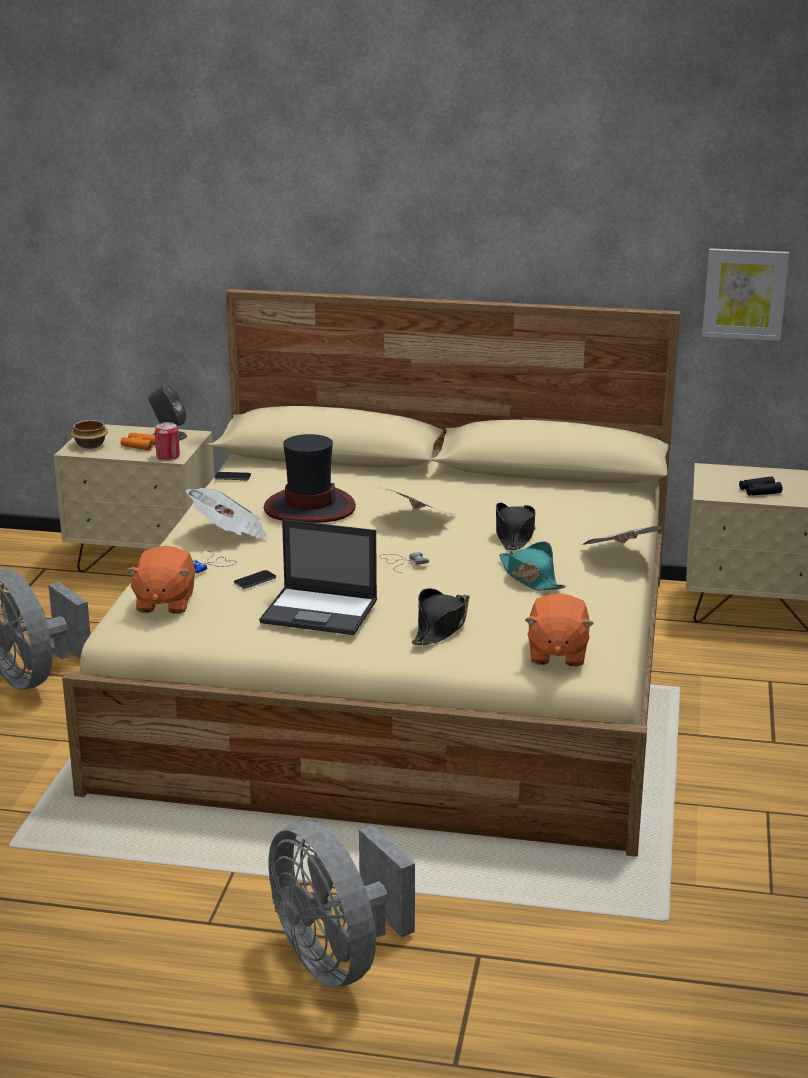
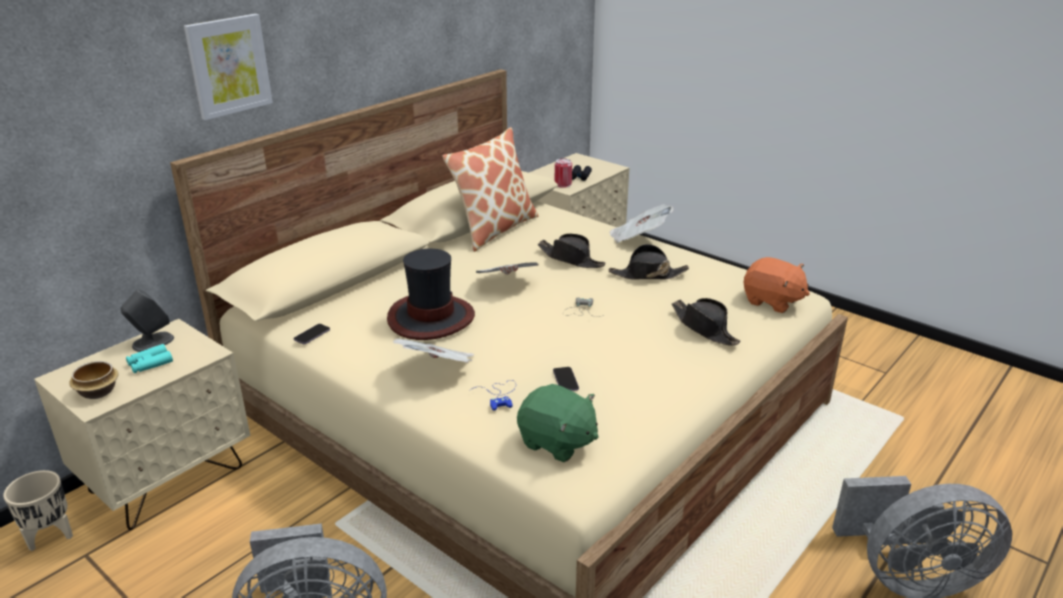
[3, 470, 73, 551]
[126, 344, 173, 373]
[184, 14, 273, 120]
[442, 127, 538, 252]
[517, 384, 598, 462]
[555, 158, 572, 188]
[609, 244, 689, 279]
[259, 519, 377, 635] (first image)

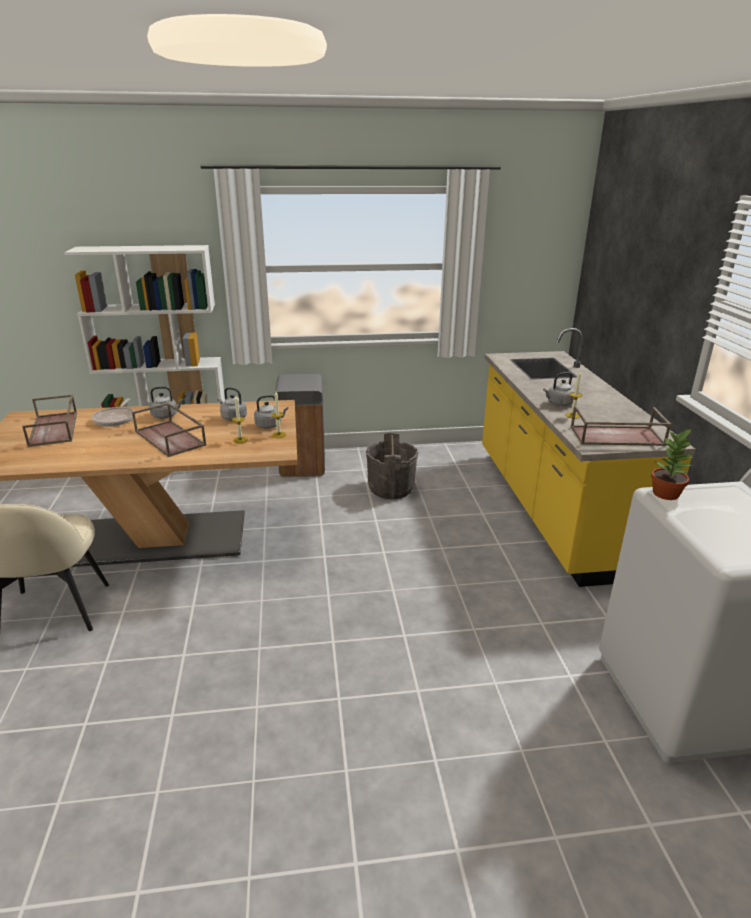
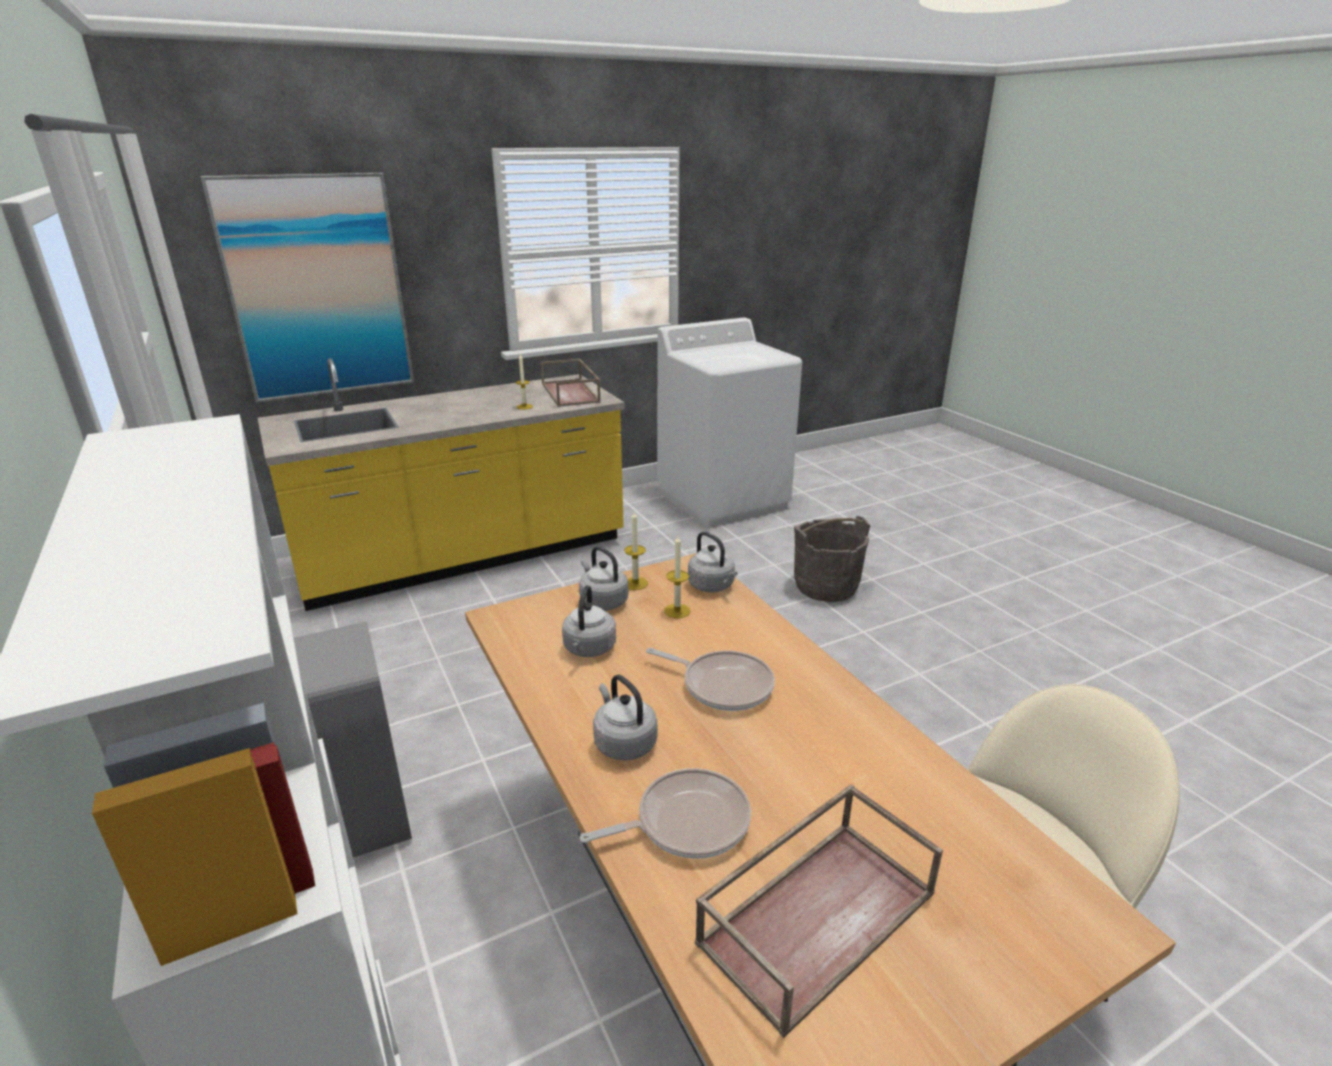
[201, 173, 414, 403]
[646, 648, 775, 711]
[688, 532, 738, 592]
[794, 516, 871, 602]
[651, 428, 693, 500] (first image)

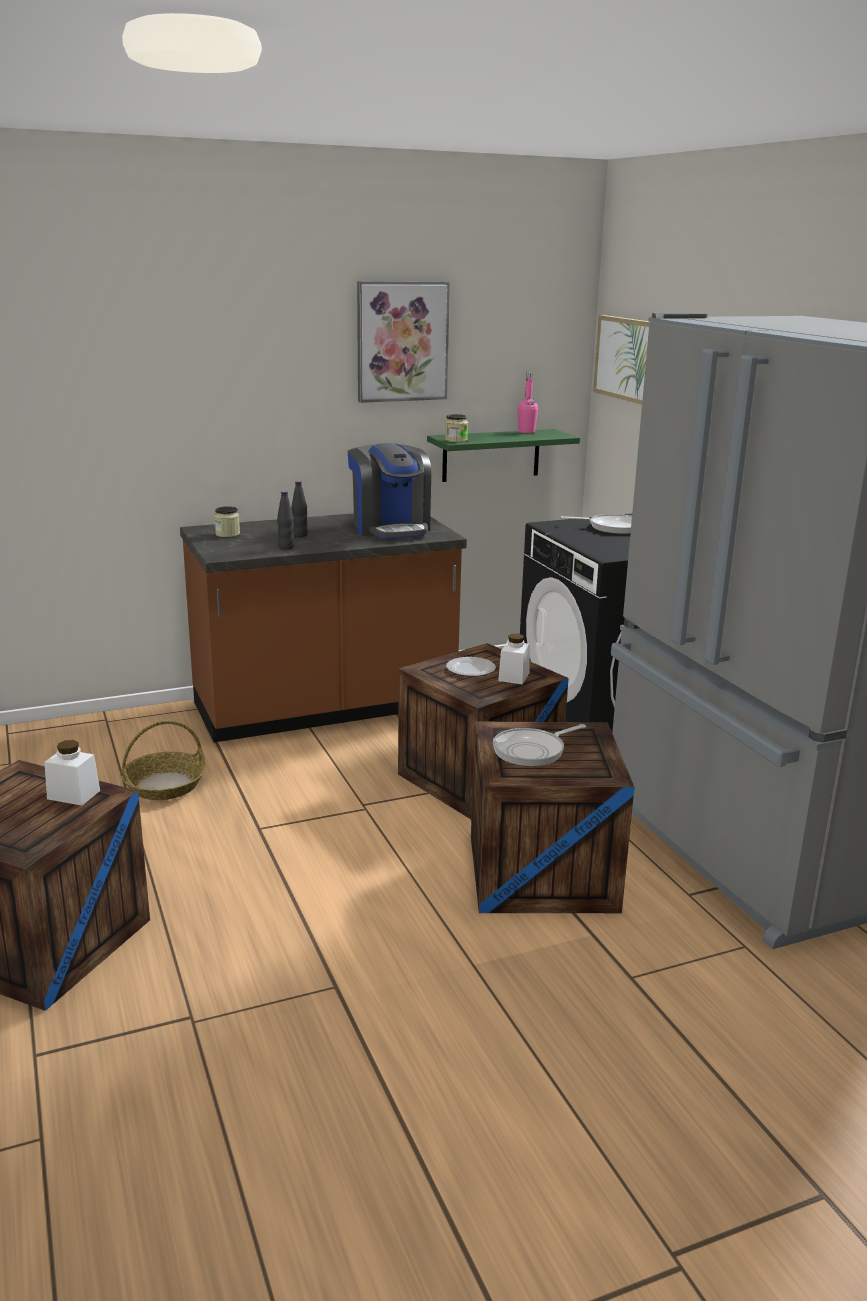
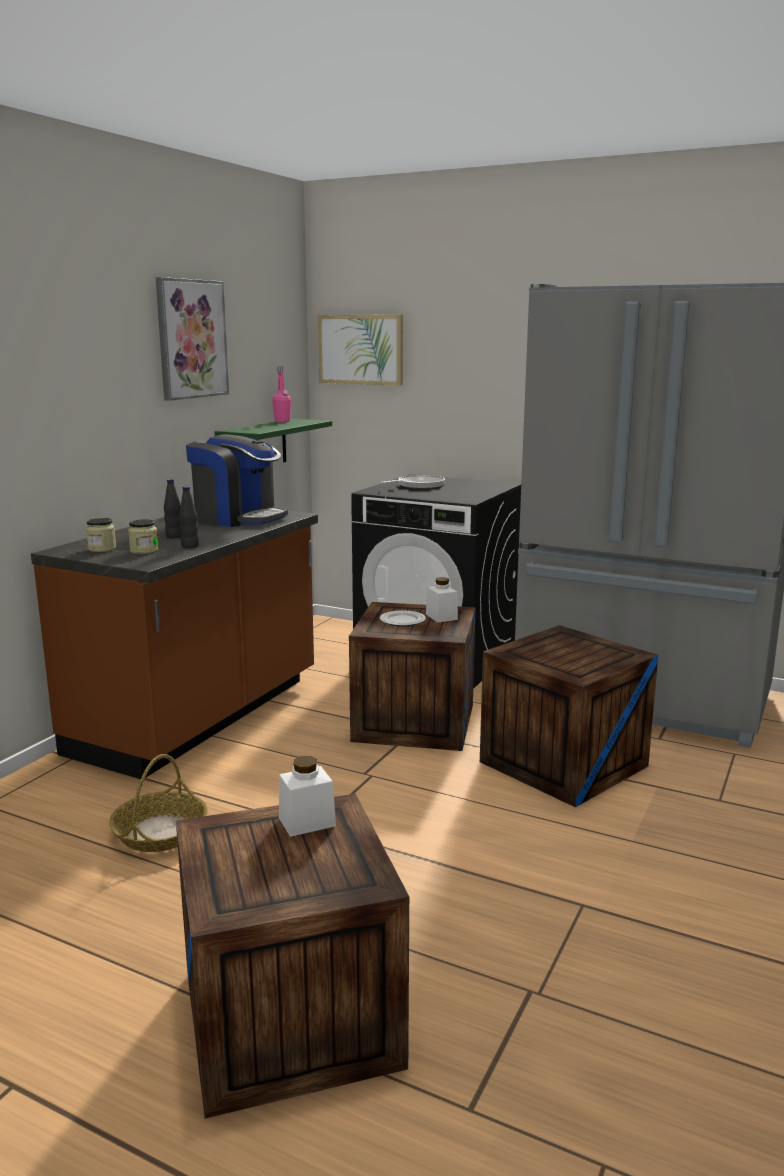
[128, 519, 158, 554]
[493, 724, 586, 767] (first image)

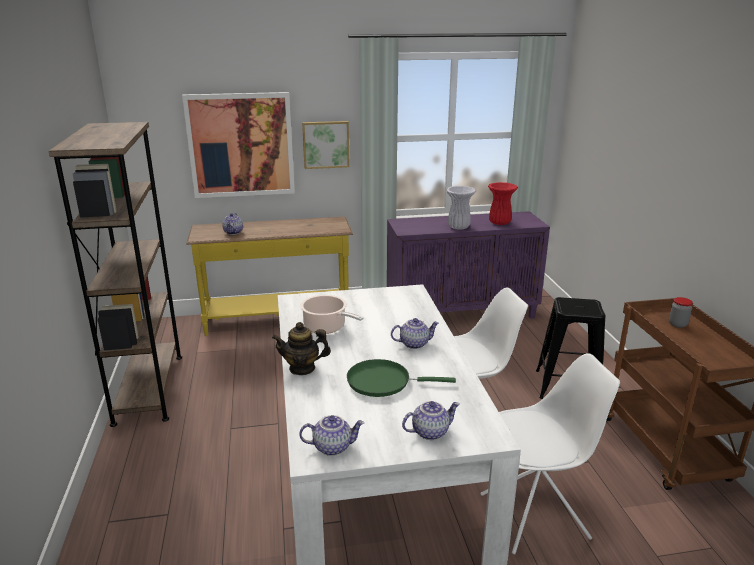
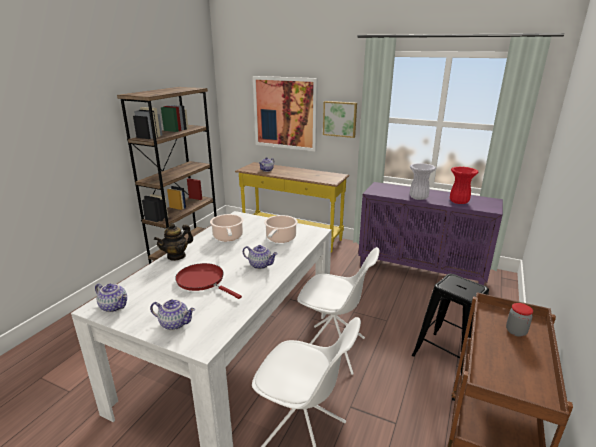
[154, 223, 193, 261]
[175, 263, 242, 299]
[264, 215, 298, 243]

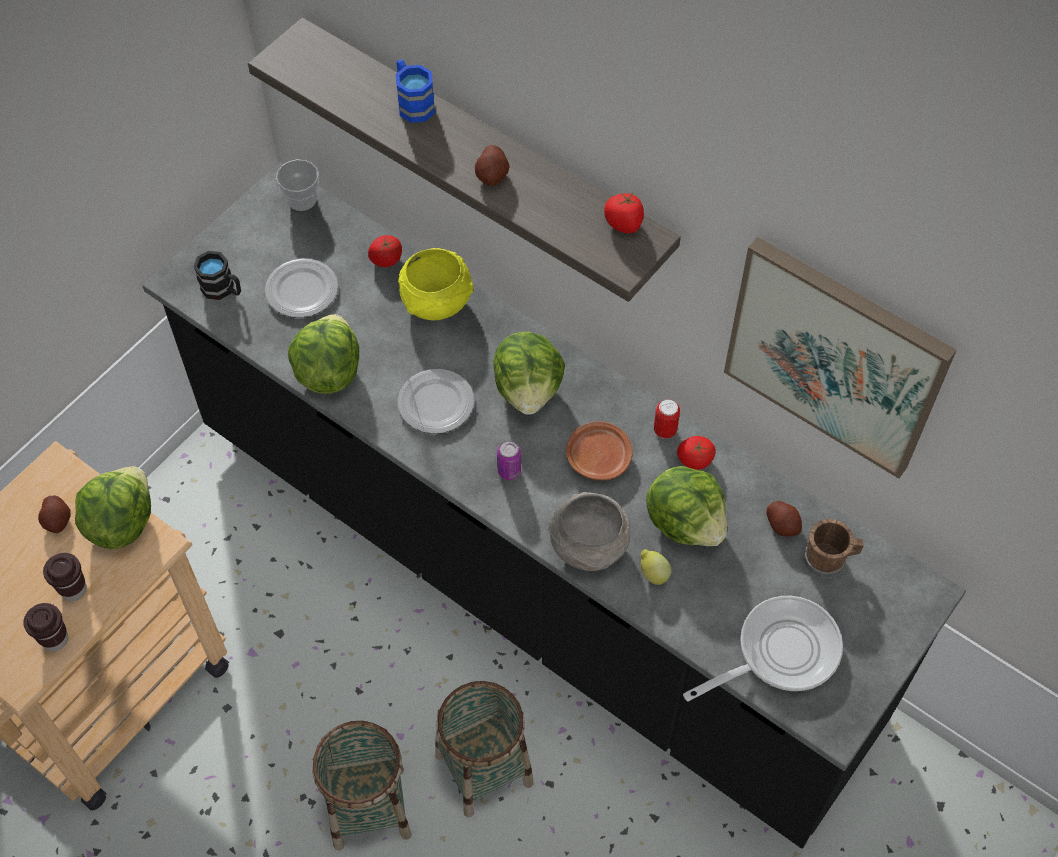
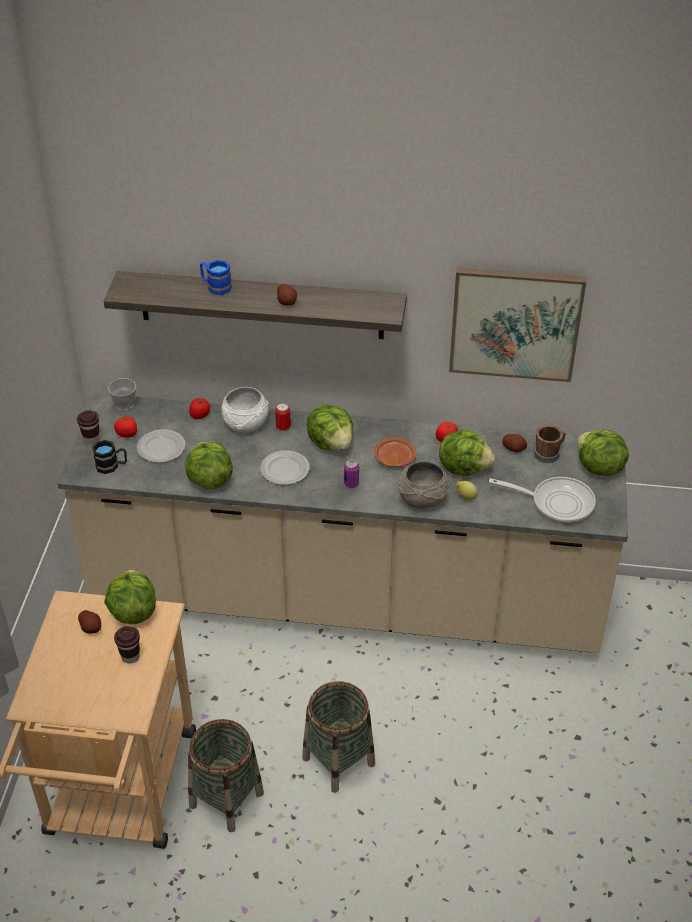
[58, 393, 628, 653]
[77, 410, 100, 444]
[114, 416, 137, 438]
[188, 719, 264, 832]
[221, 387, 269, 432]
[275, 403, 291, 432]
[489, 477, 596, 523]
[577, 429, 629, 476]

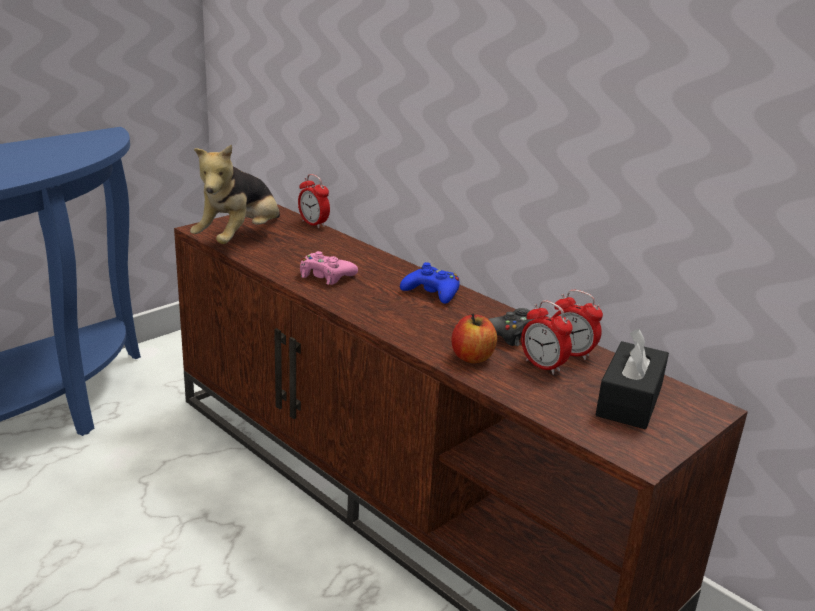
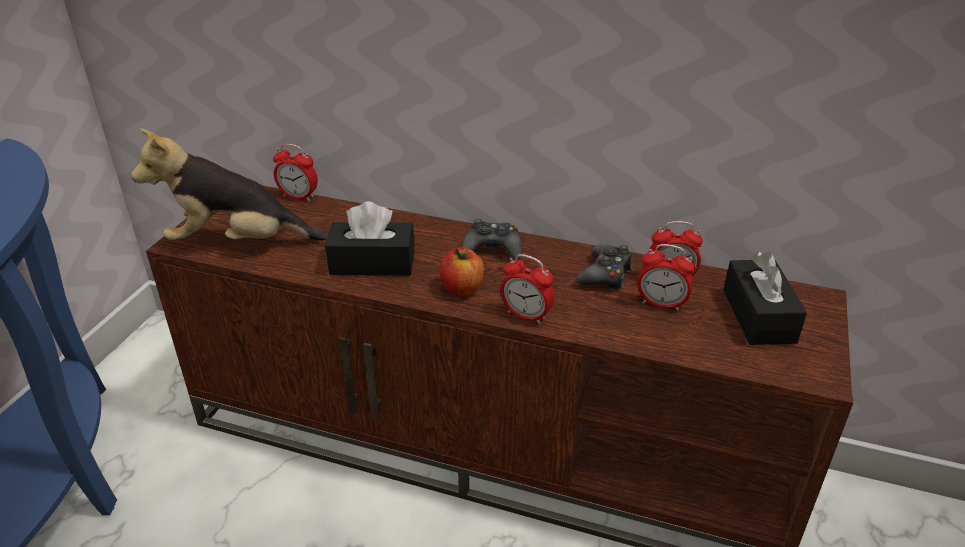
[131, 128, 327, 240]
[325, 202, 415, 276]
[440, 247, 484, 296]
[461, 219, 522, 260]
[500, 254, 554, 324]

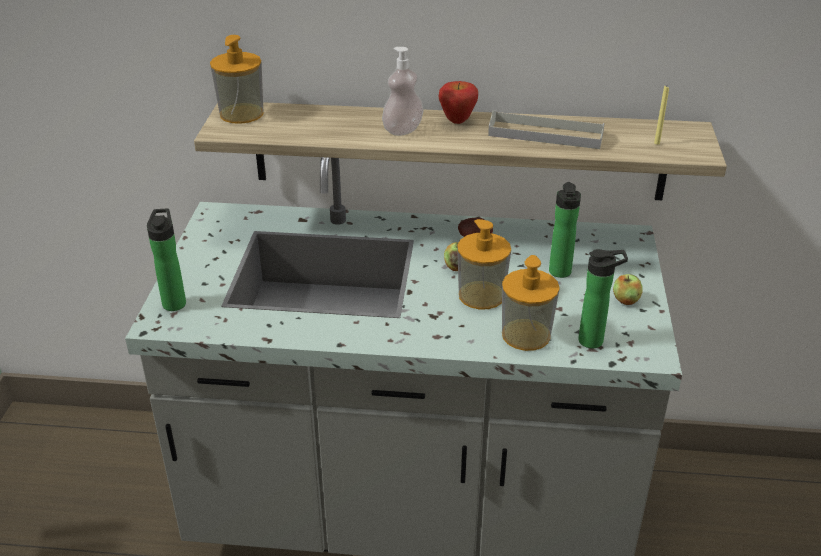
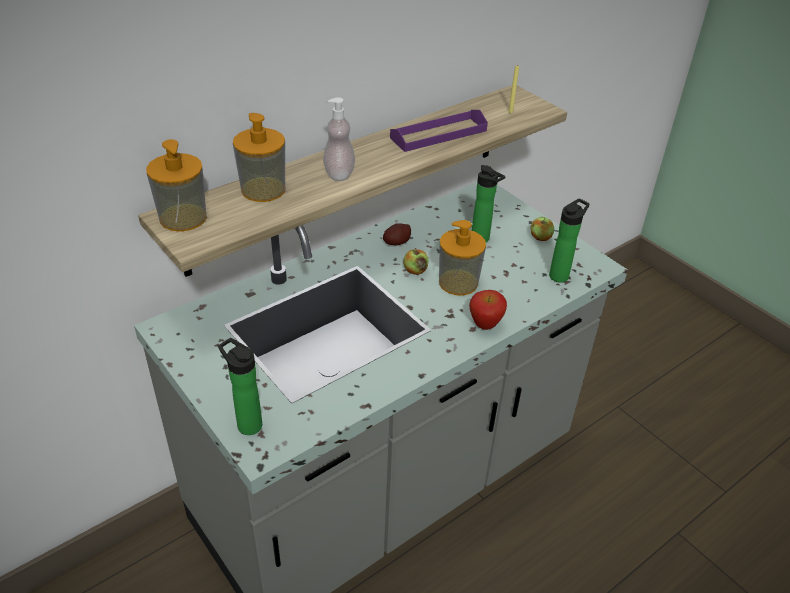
[233, 113, 285, 202]
[390, 110, 488, 152]
[469, 290, 507, 330]

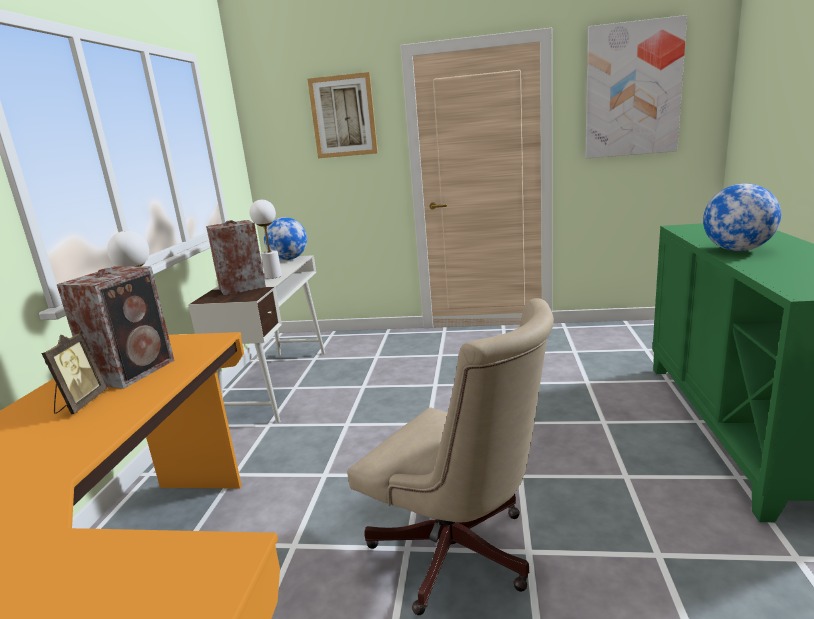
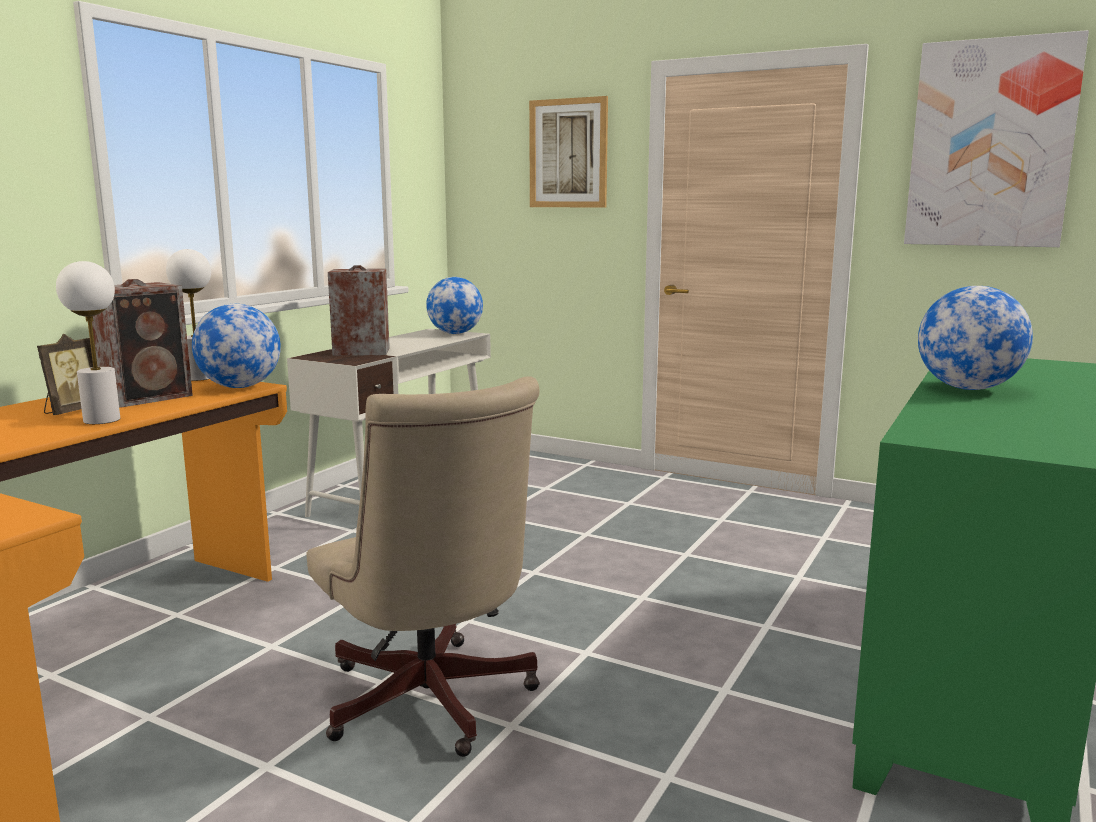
[56, 261, 120, 424]
[192, 304, 281, 388]

